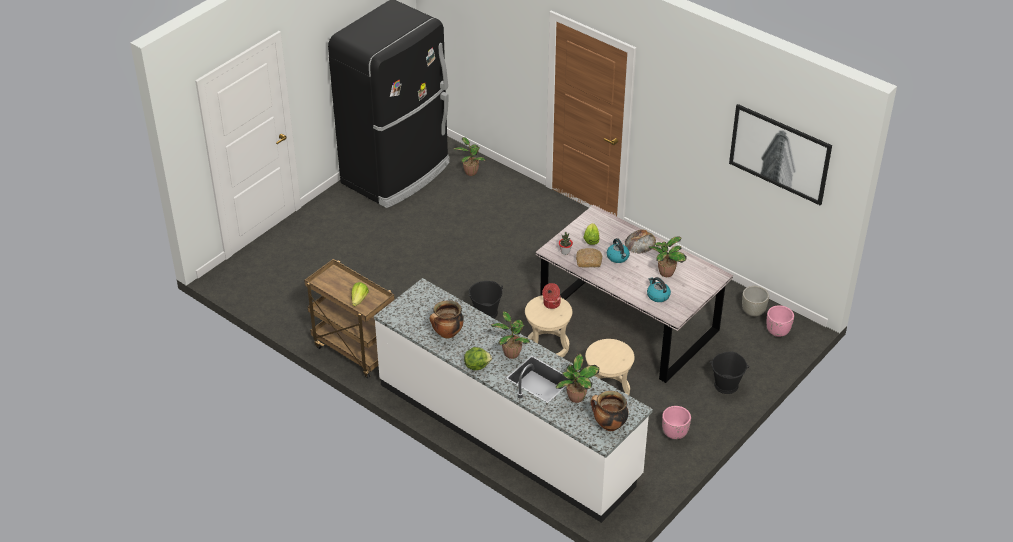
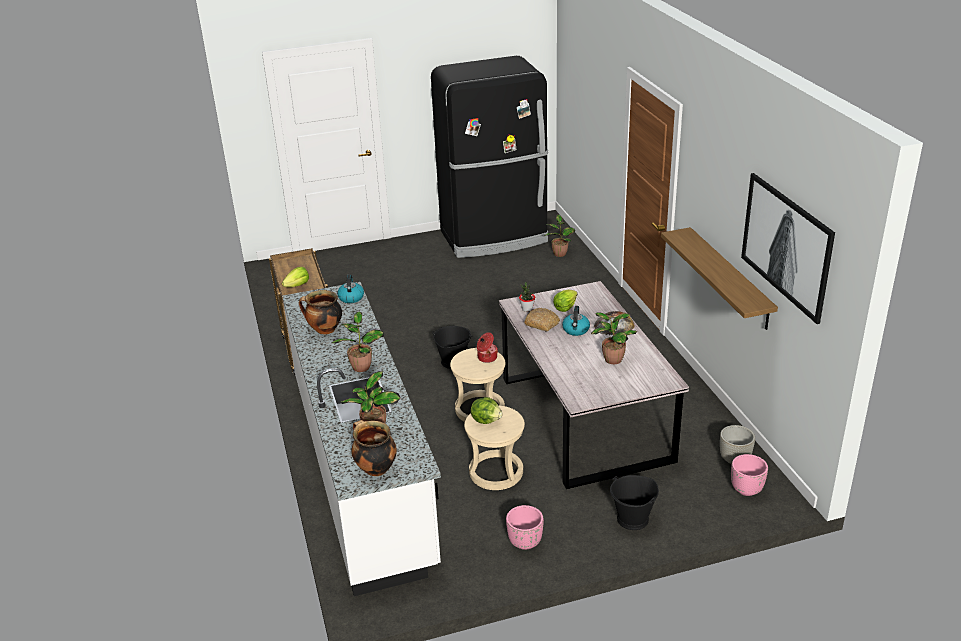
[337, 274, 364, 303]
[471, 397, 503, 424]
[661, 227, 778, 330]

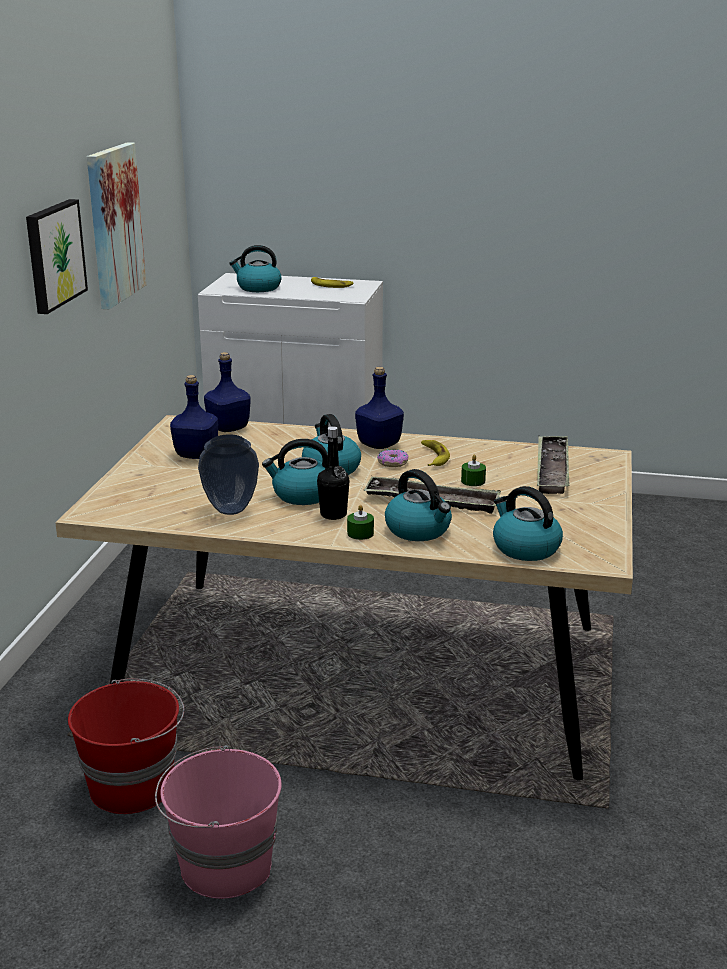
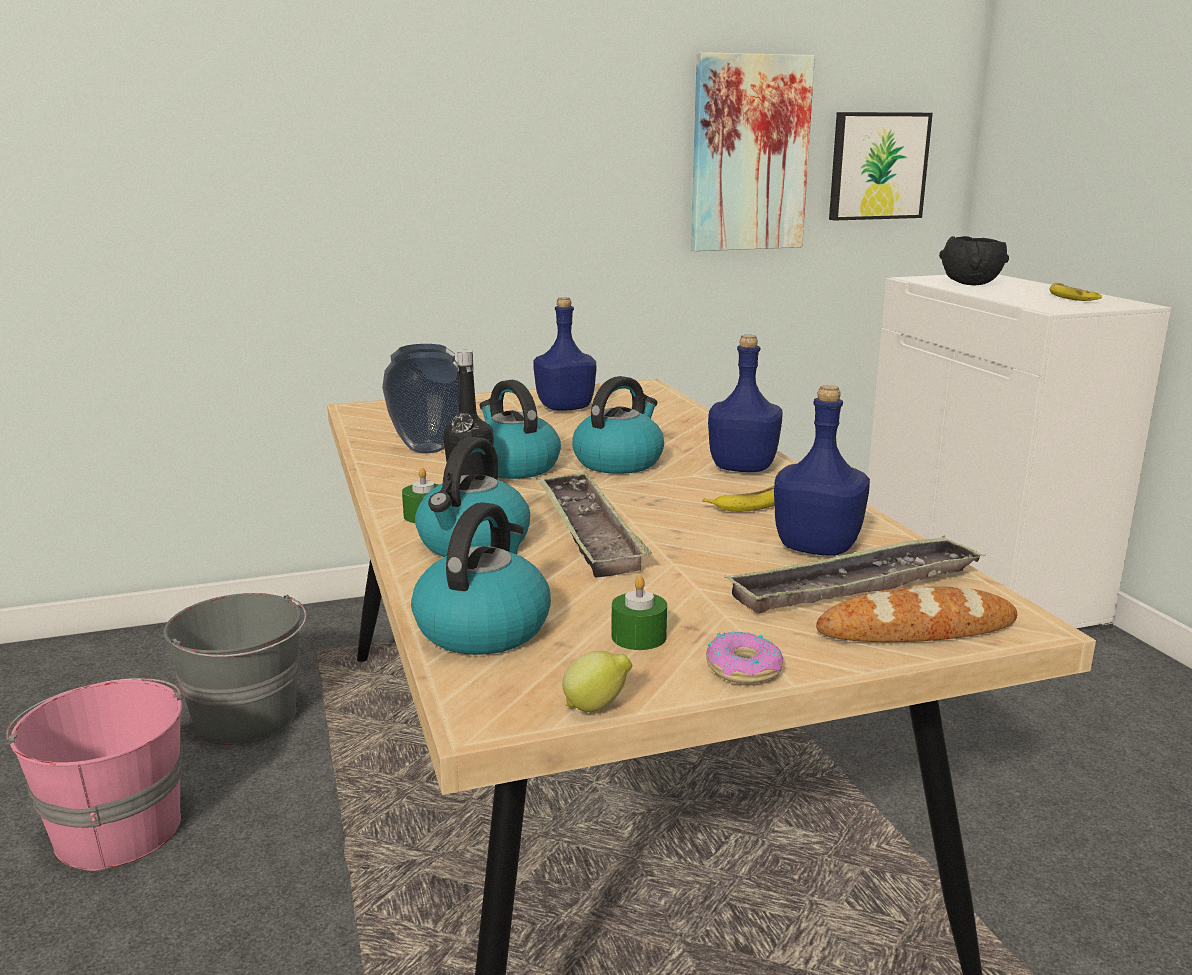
[163, 593, 306, 745]
[562, 651, 632, 712]
[611, 576, 667, 650]
[706, 632, 784, 684]
[774, 385, 870, 556]
[816, 586, 1017, 642]
[829, 112, 933, 220]
[939, 236, 1009, 286]

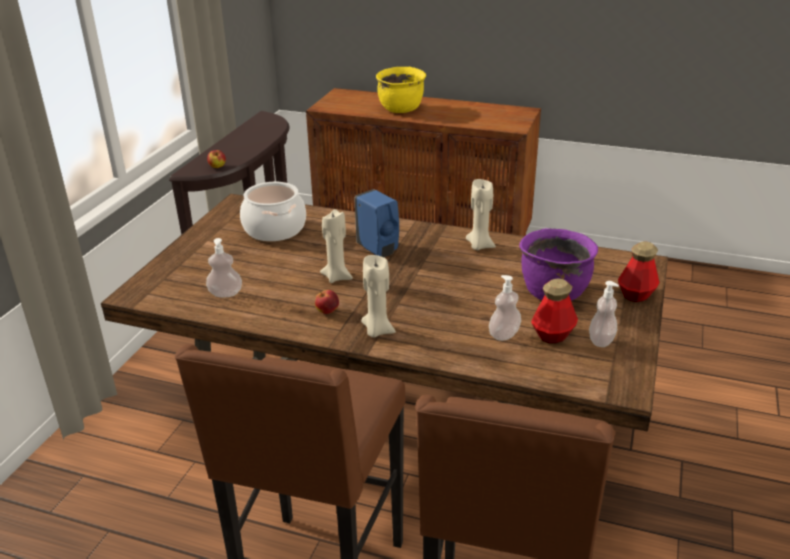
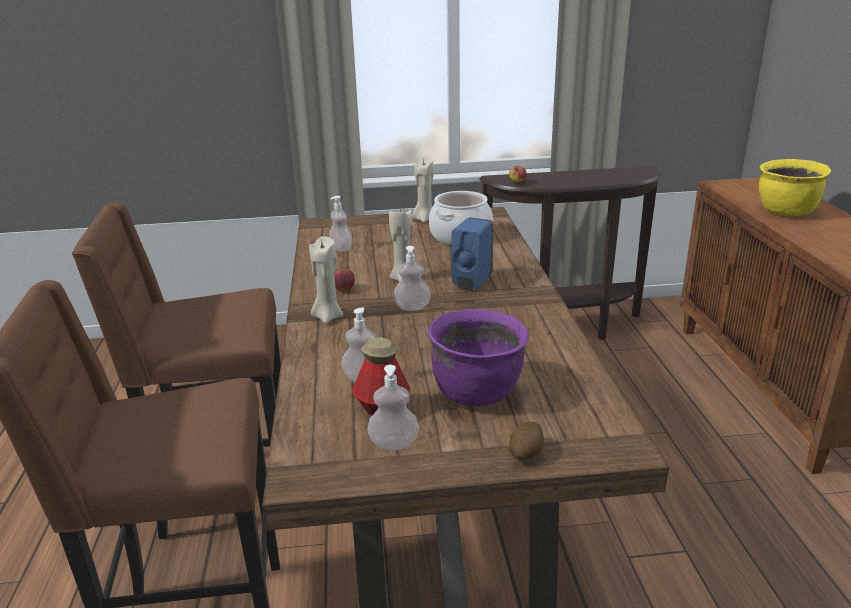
[393, 246, 431, 311]
[412, 157, 434, 222]
[509, 421, 544, 460]

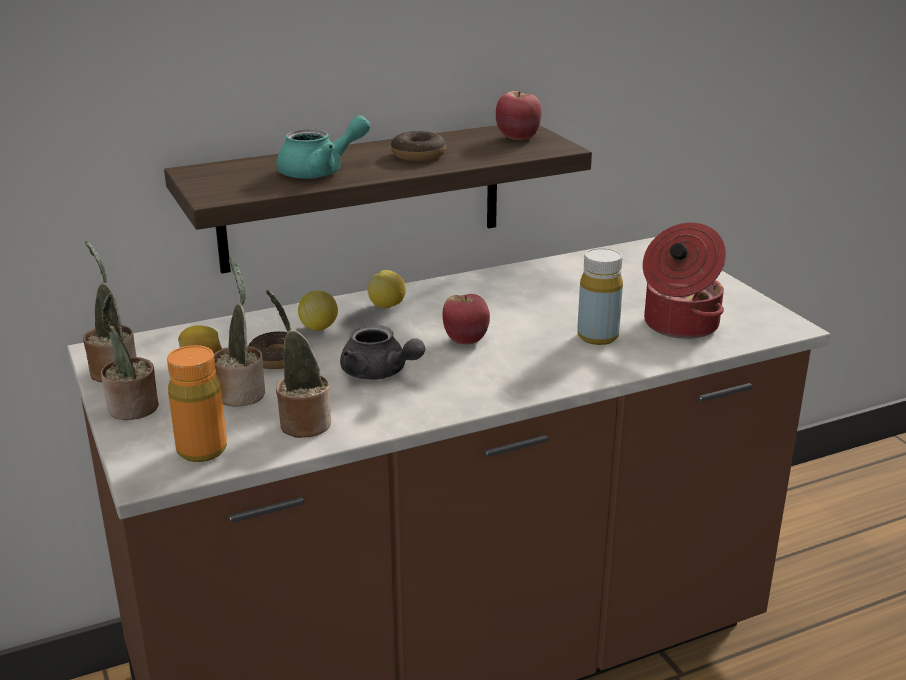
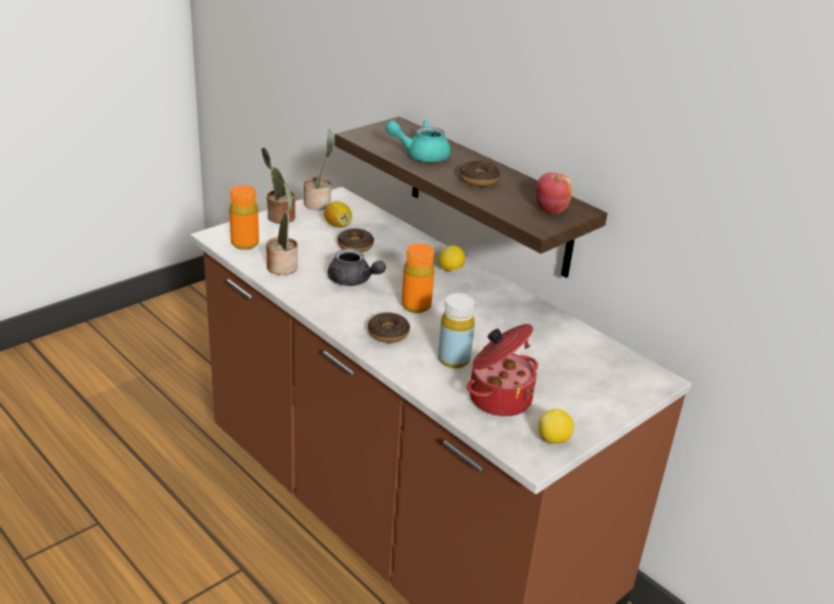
[328, 249, 386, 286]
[368, 313, 410, 343]
[385, 120, 451, 162]
[402, 243, 435, 313]
[538, 409, 574, 444]
[214, 257, 265, 407] (first image)

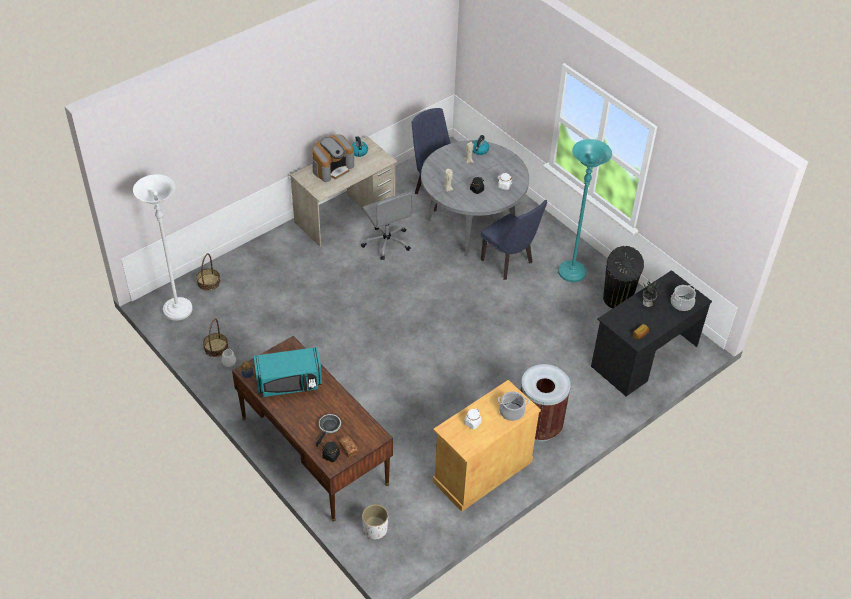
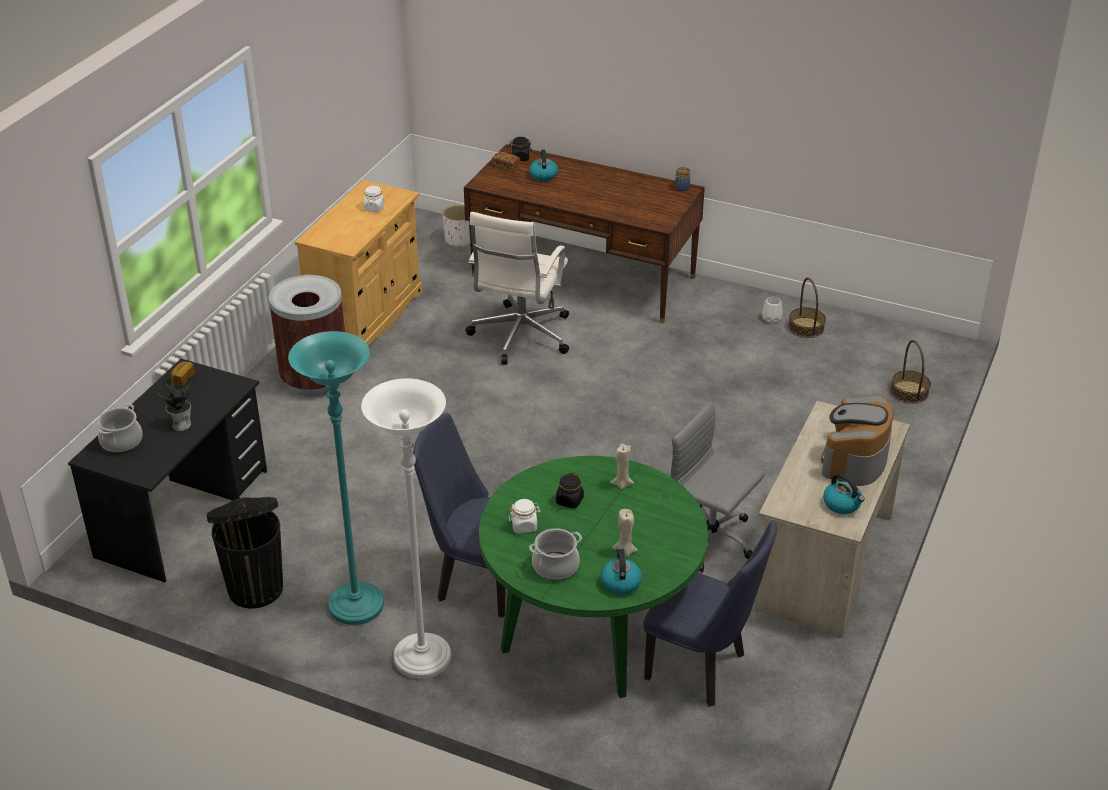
[361, 378, 451, 679]
[465, 212, 569, 365]
[479, 456, 708, 698]
[529, 149, 558, 181]
[529, 528, 582, 580]
[254, 347, 322, 397] (first image)

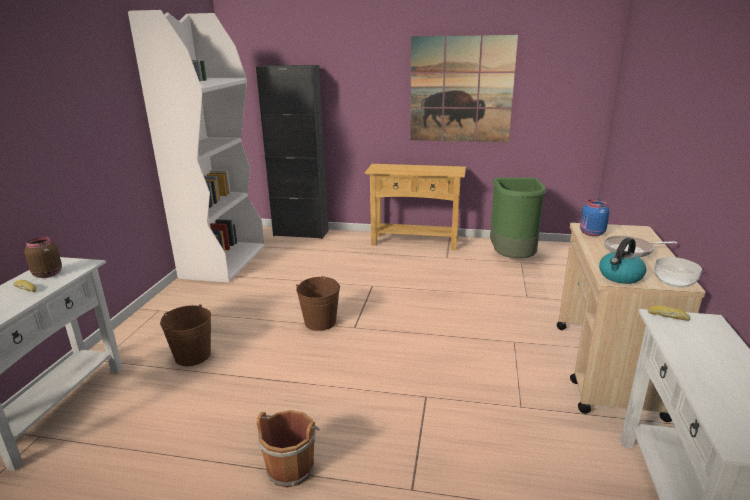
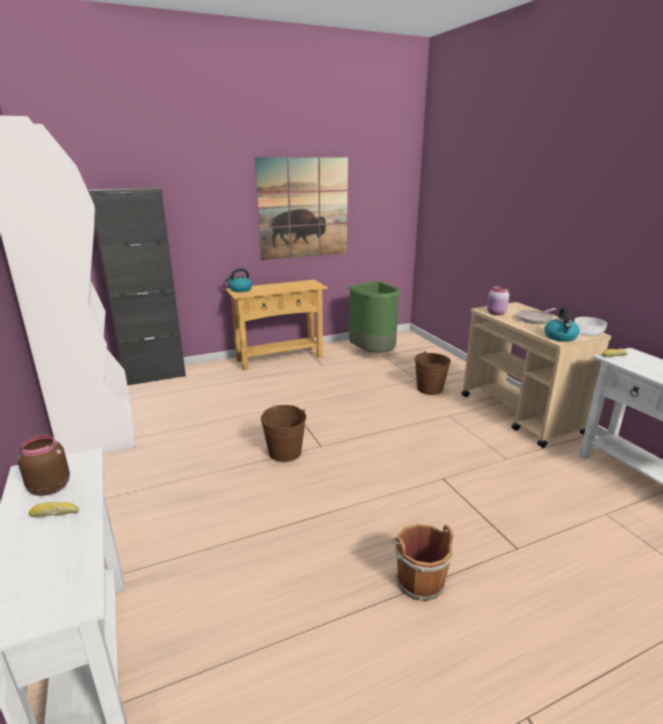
[226, 268, 252, 292]
[415, 351, 451, 395]
[487, 286, 509, 315]

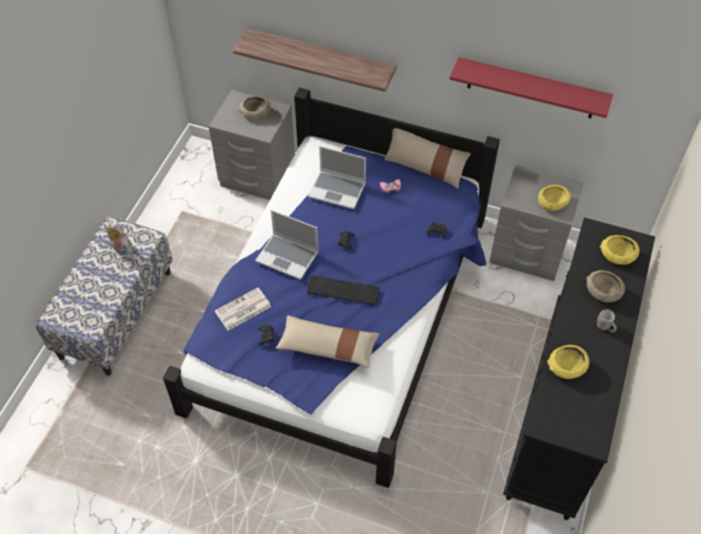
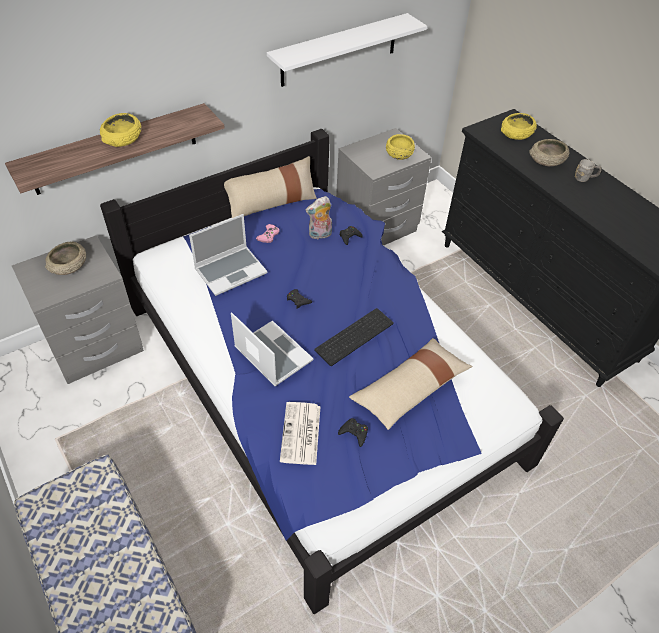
[100, 113, 142, 147]
[231, 312, 314, 386]
[267, 13, 427, 87]
[306, 196, 332, 239]

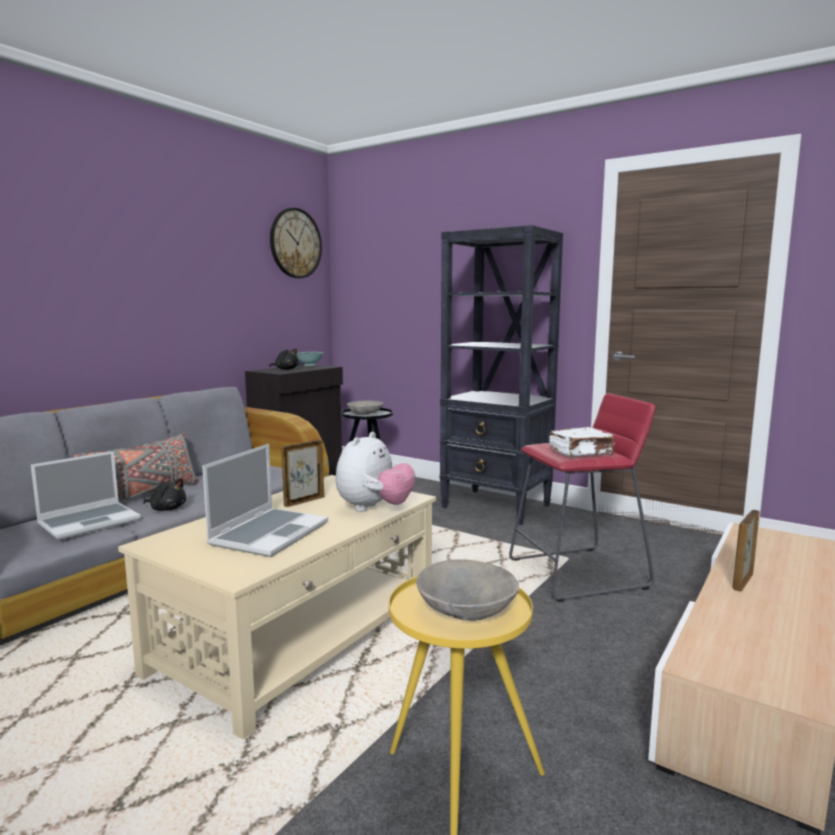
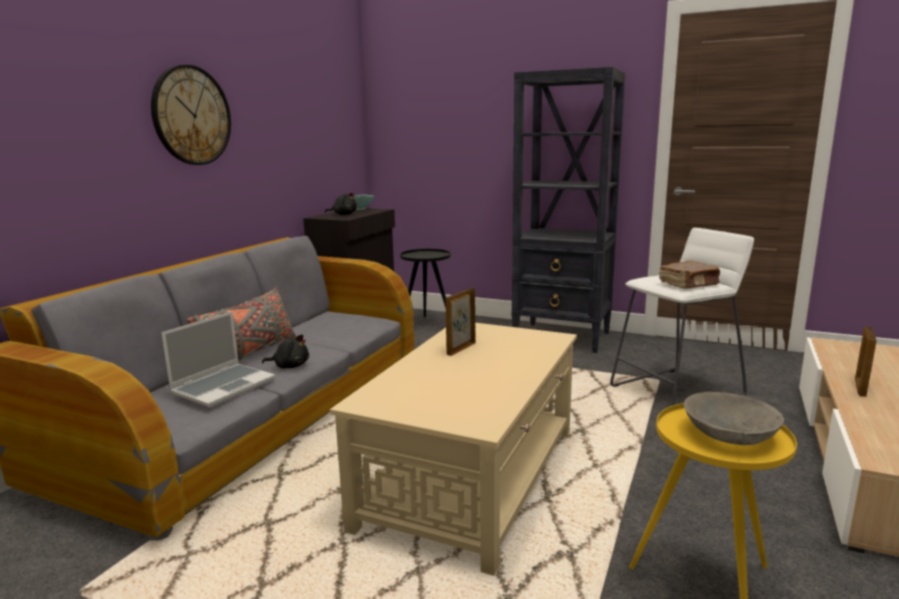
[151, 64, 231, 165]
[610, 228, 754, 406]
[659, 260, 720, 289]
[202, 444, 328, 557] (first image)
[336, 432, 415, 512] (first image)
[347, 401, 383, 415] (first image)

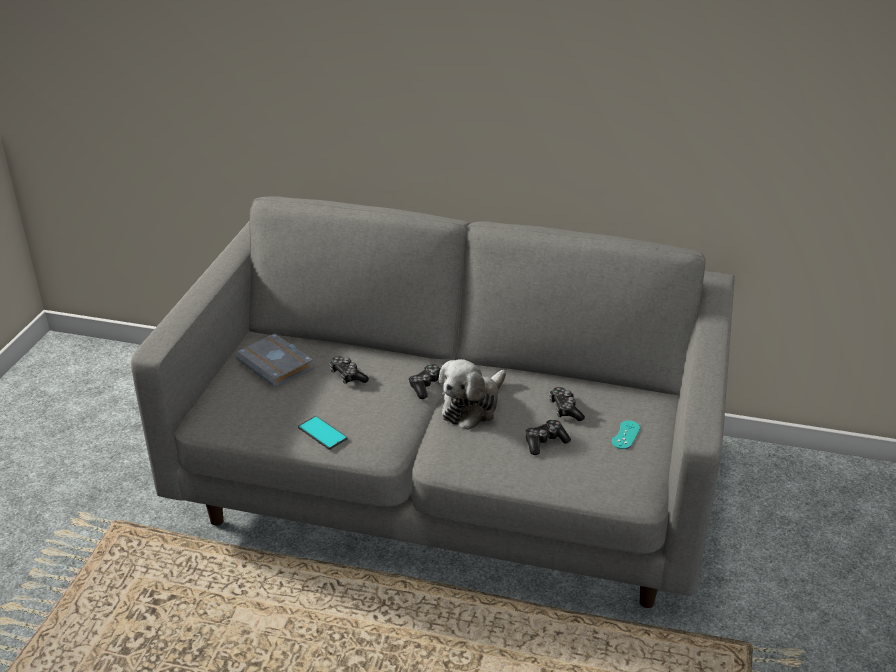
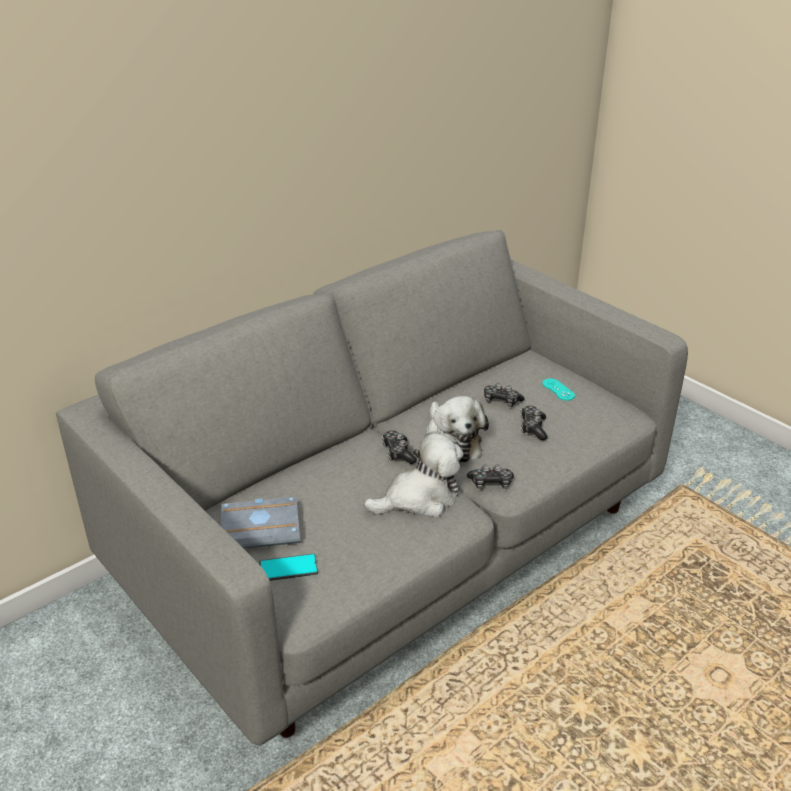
[259, 553, 318, 581]
[364, 431, 464, 517]
[467, 465, 514, 489]

